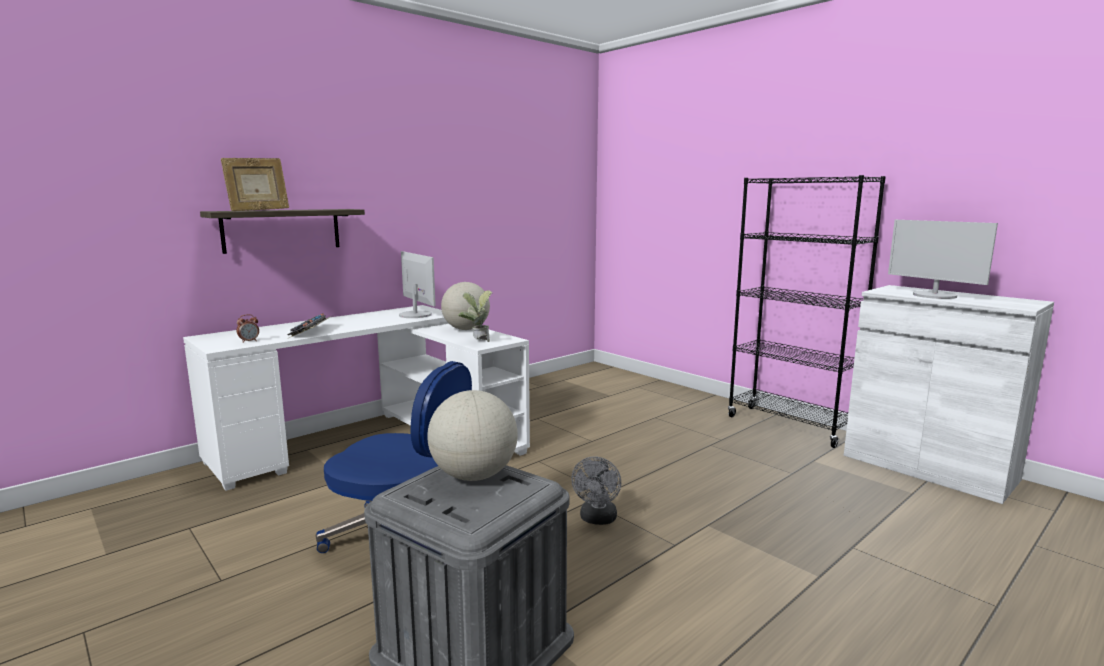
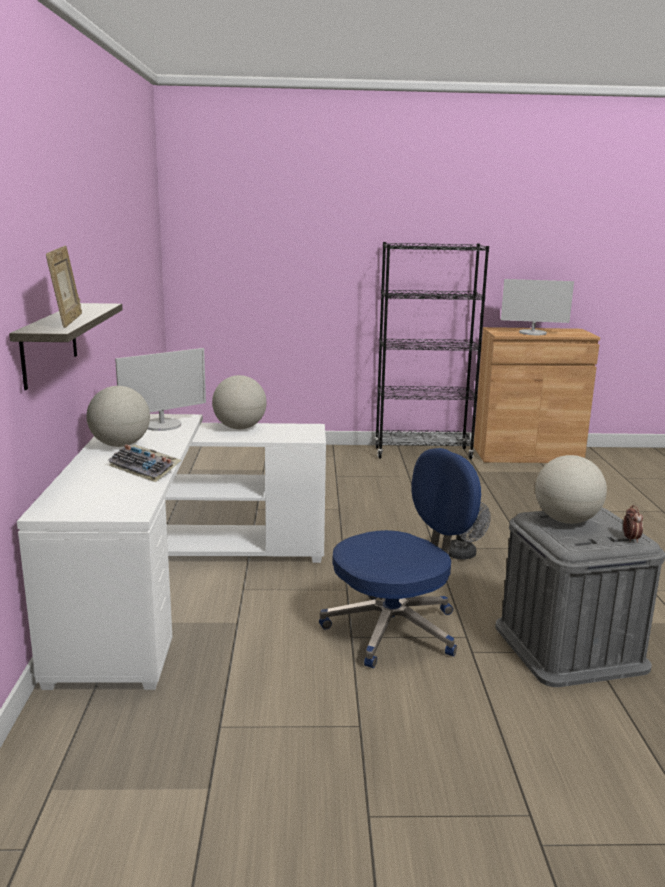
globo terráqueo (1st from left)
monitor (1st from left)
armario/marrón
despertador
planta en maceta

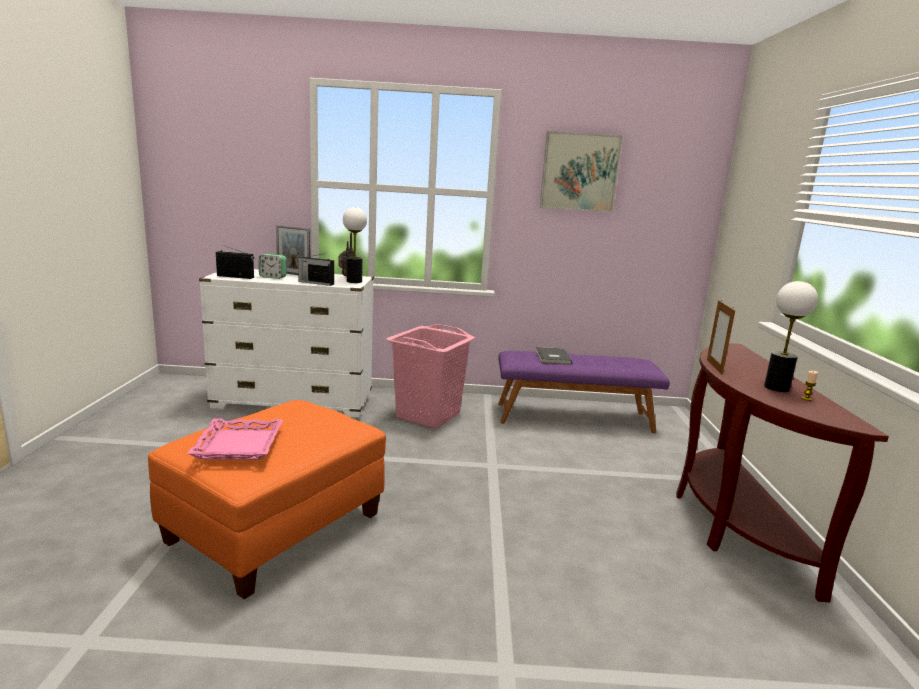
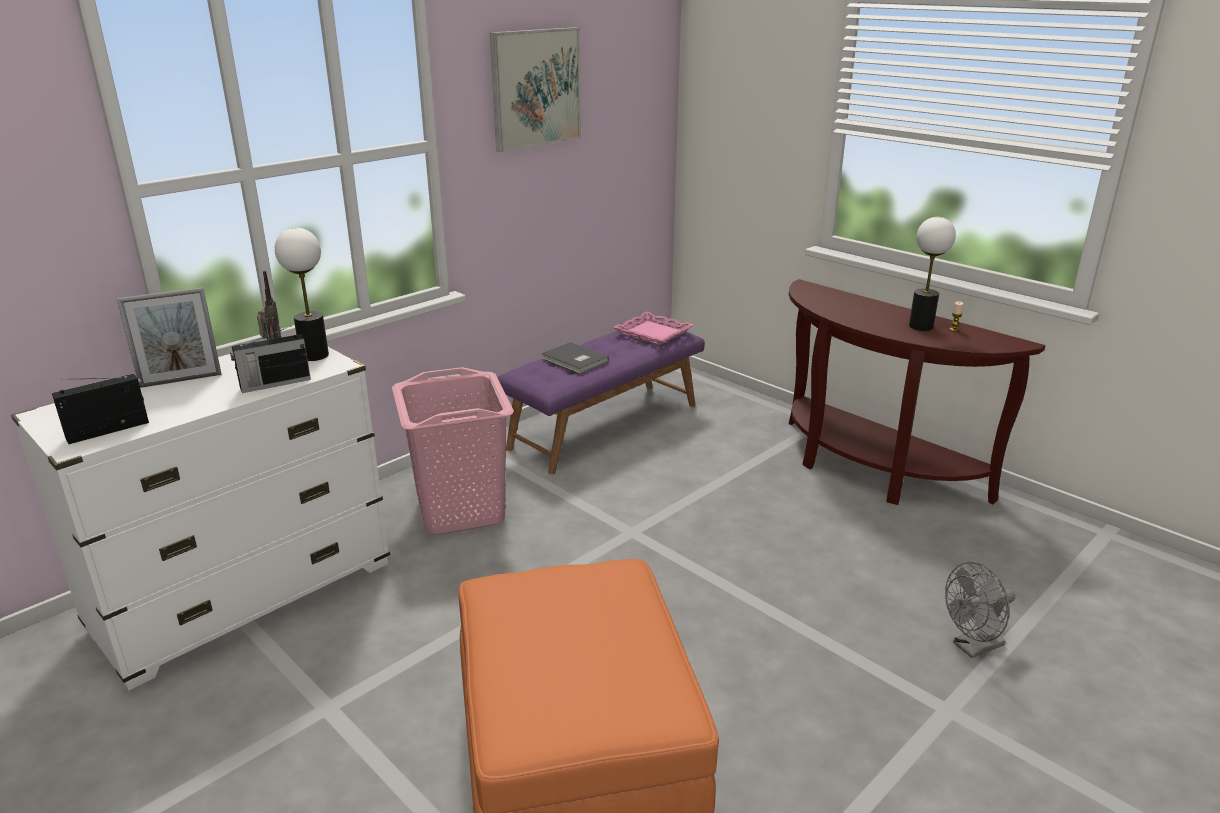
bandeja/rosa
ventilador/gris
despertador
portarretratos (2nd from left in the first image)

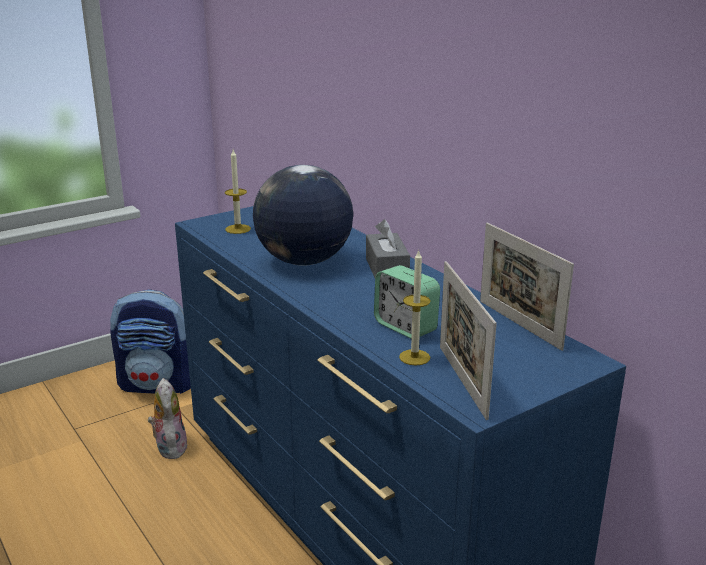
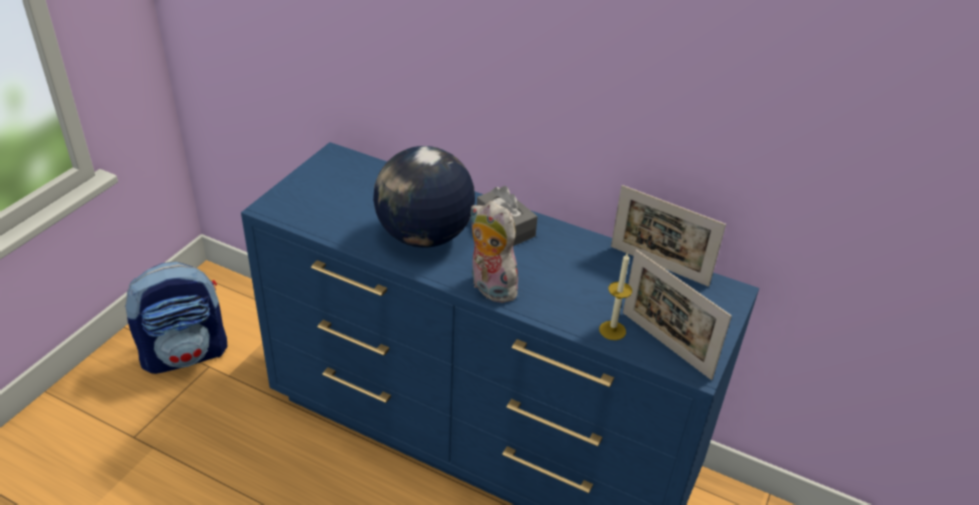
peluche
vela (1st from left in the first image)
despertador

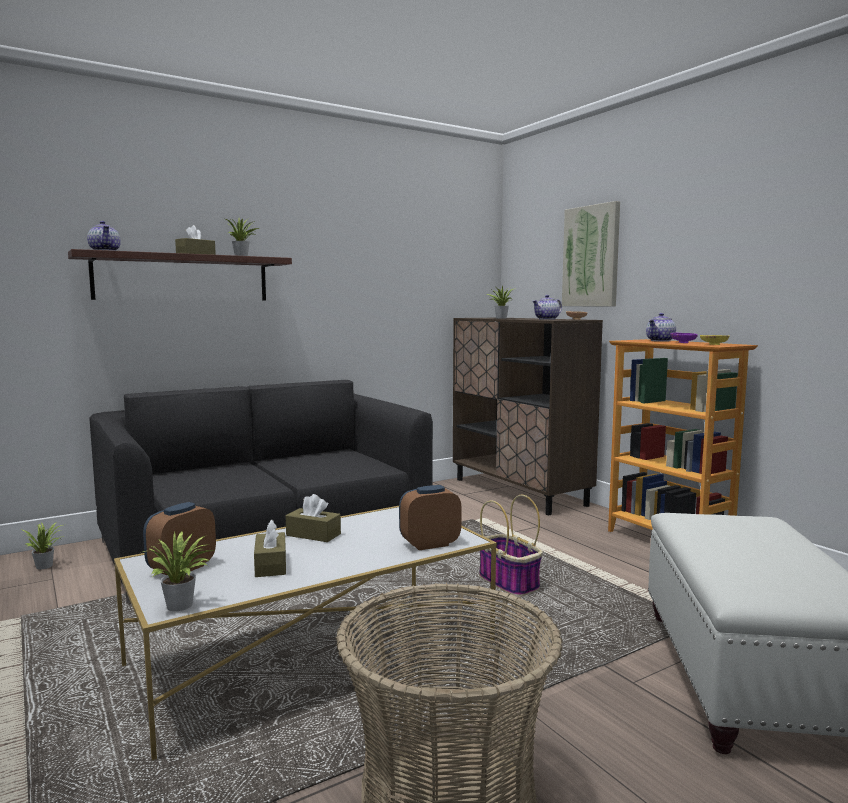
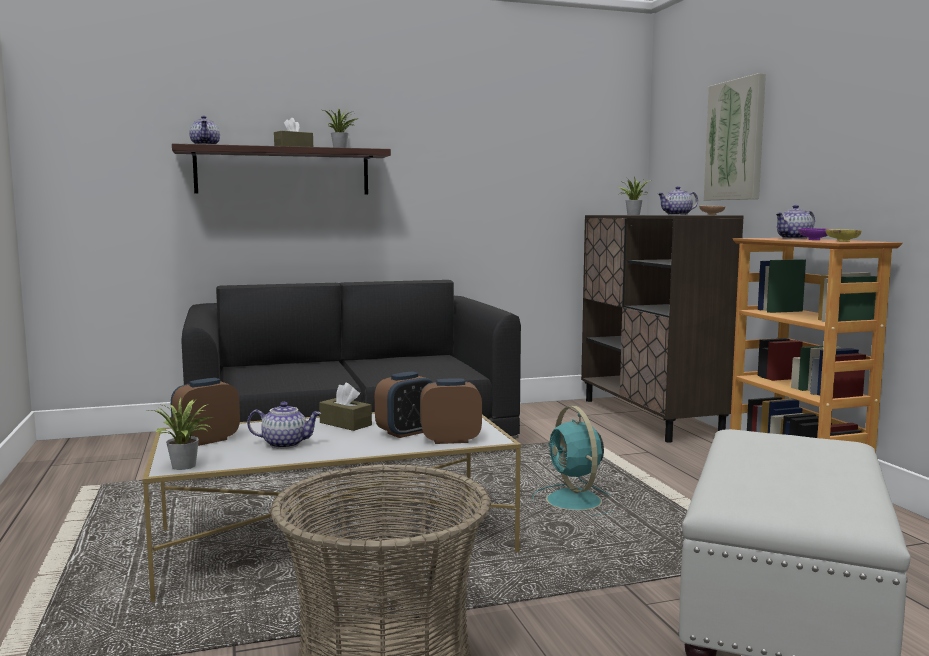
tetera (2nd from left)
despertador (2nd from left)
ventilador/turquesa
planta en maceta (1st from left in the first image)

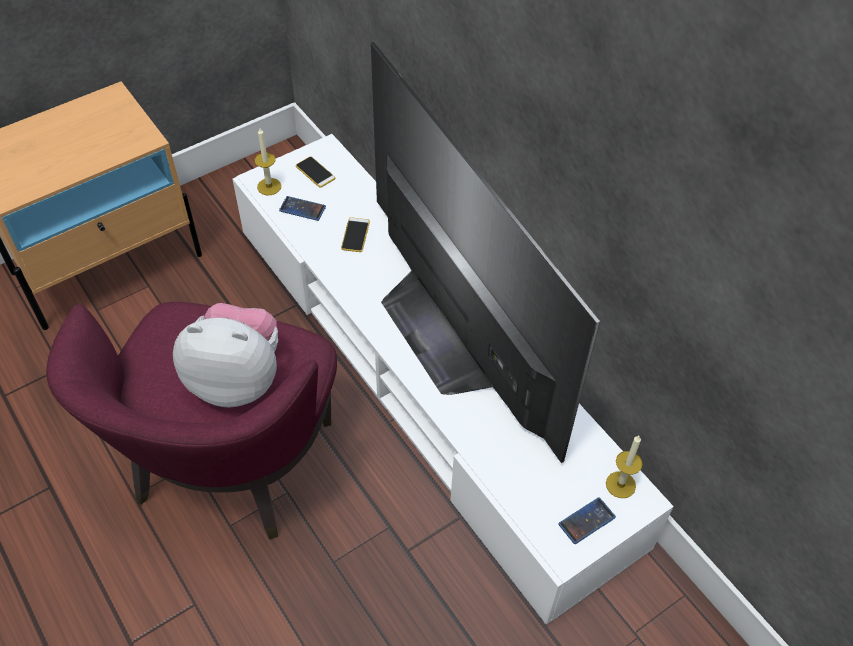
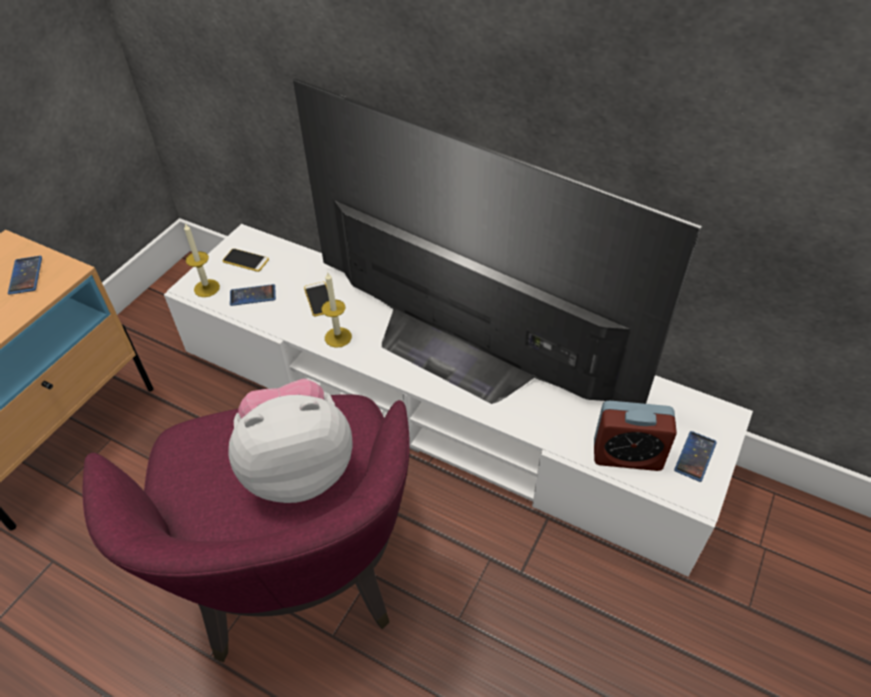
móvil (1st from left)
vela (2nd from left)
despertador

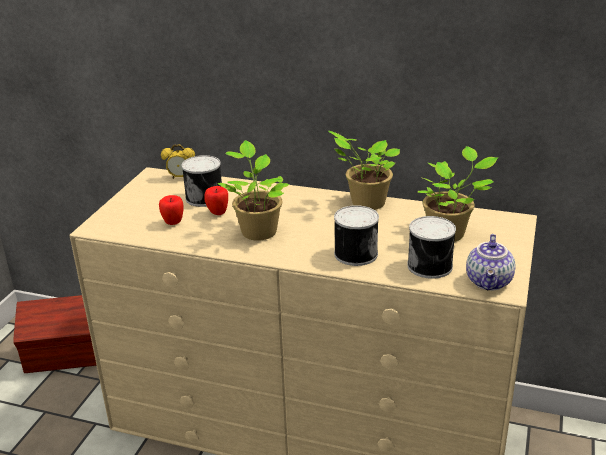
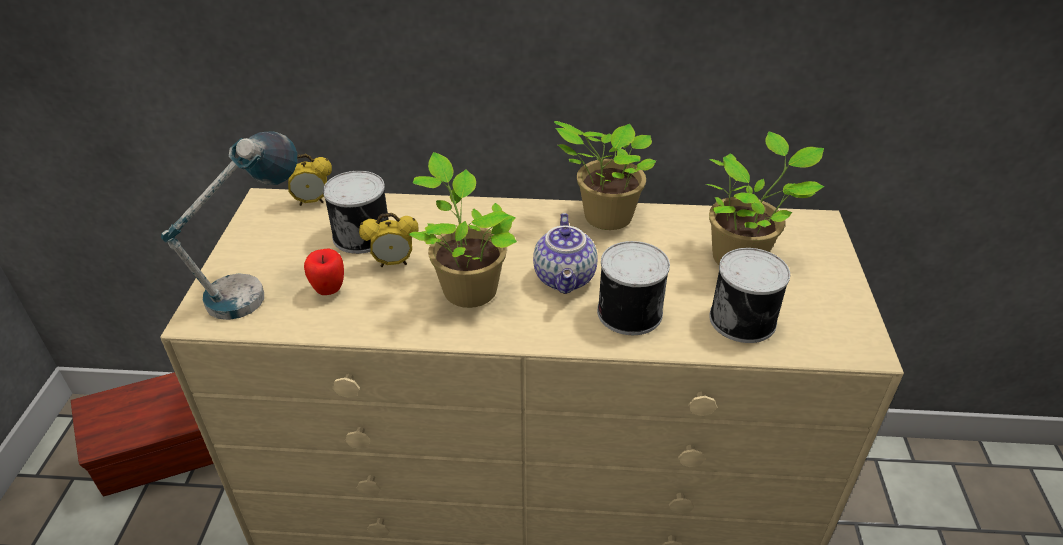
lámpara de mesa
despertador (2nd from left)
tetera

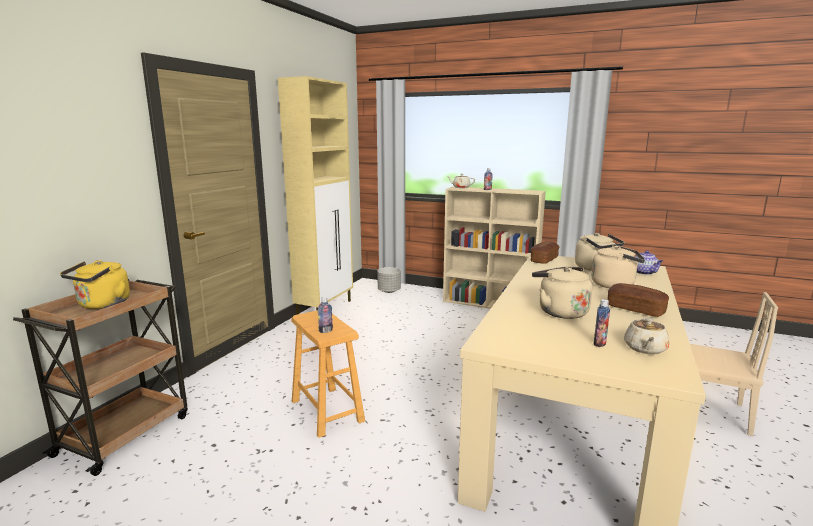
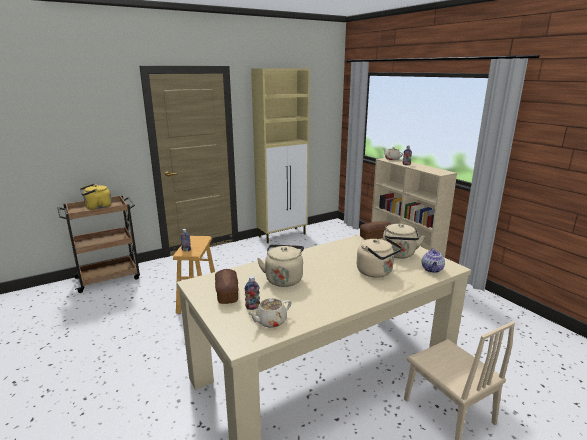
pan (1st from left)
maceta/gris

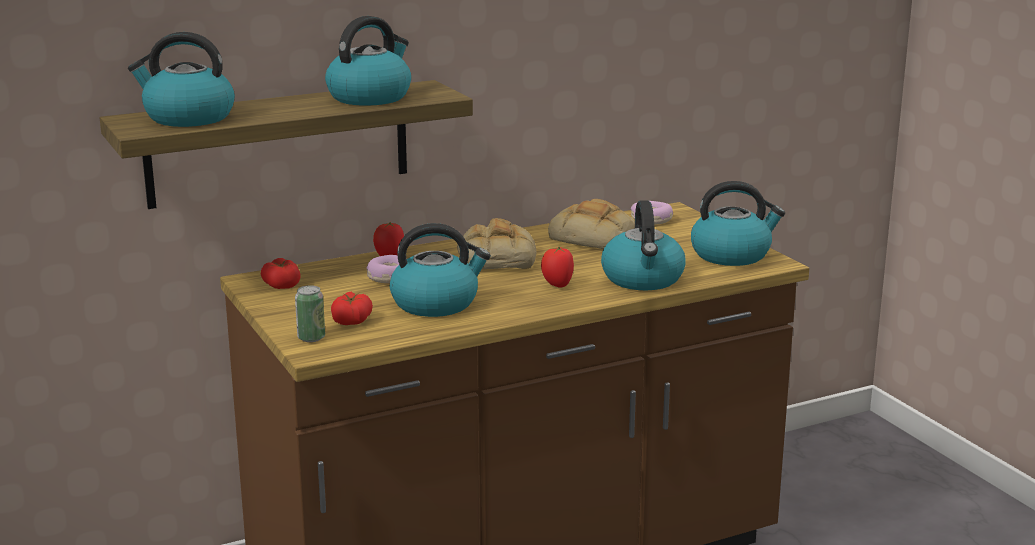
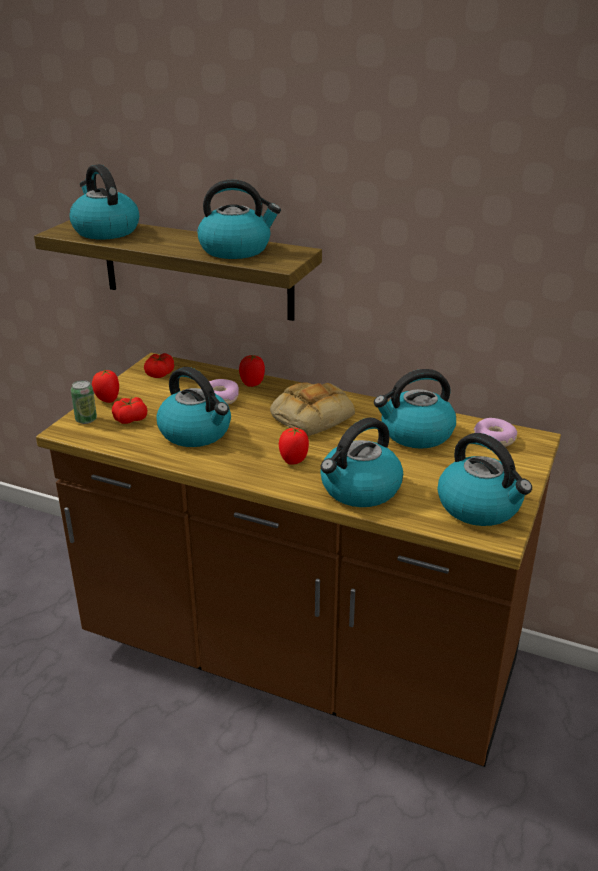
tomate (1st from left)
hervidor (5th from left)

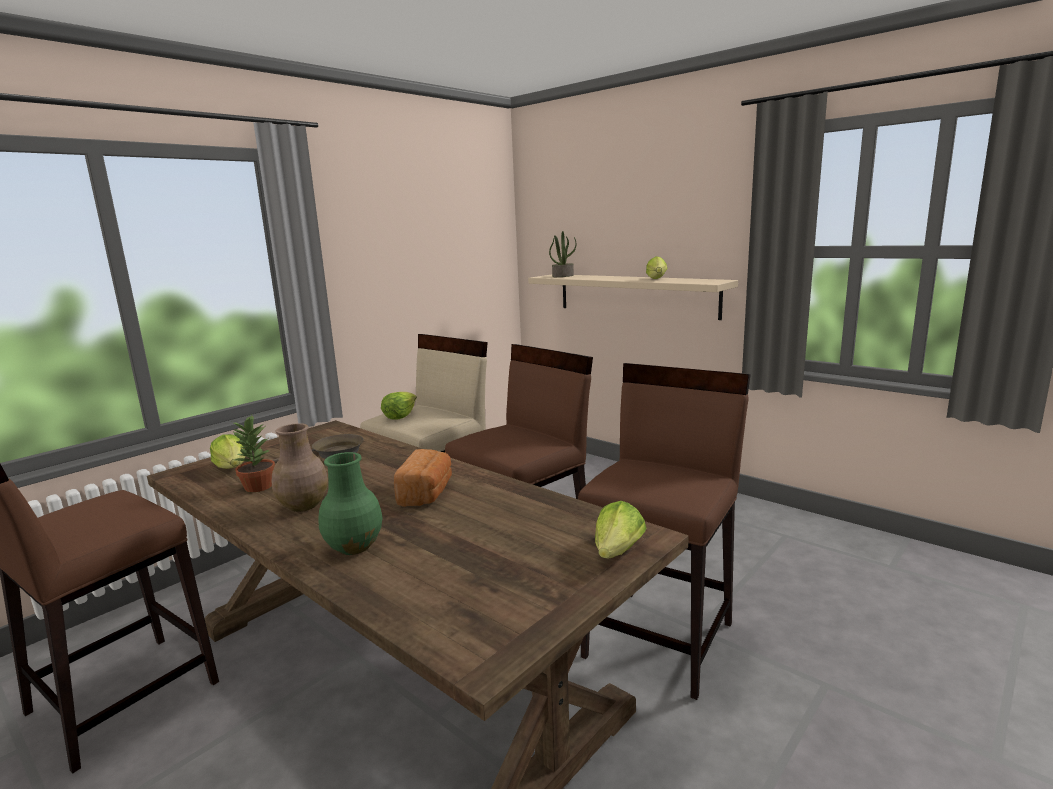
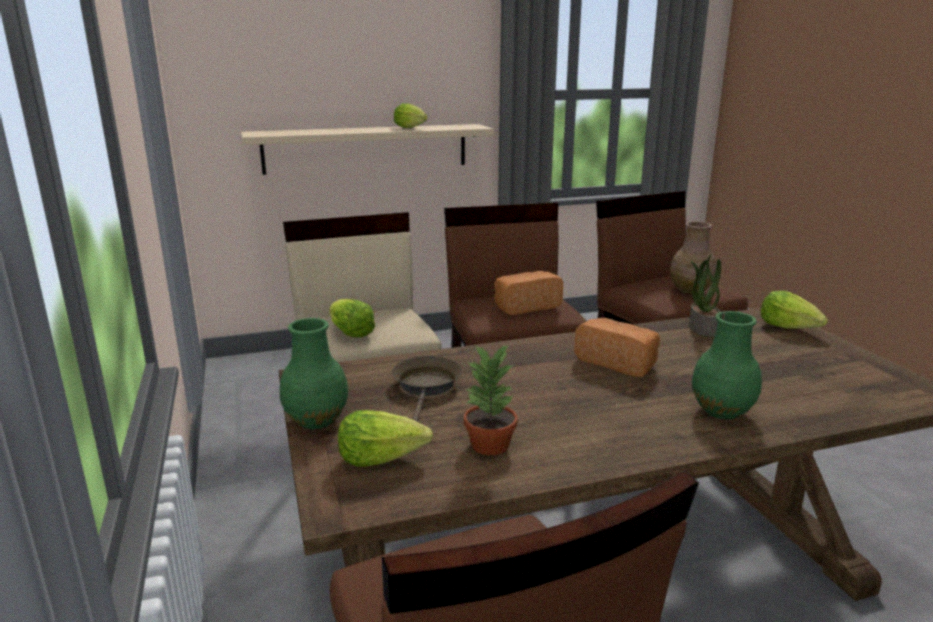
florero/verde (1st from left)
pan (1st from left)
florero/marrón
planta en maceta (2nd from left)

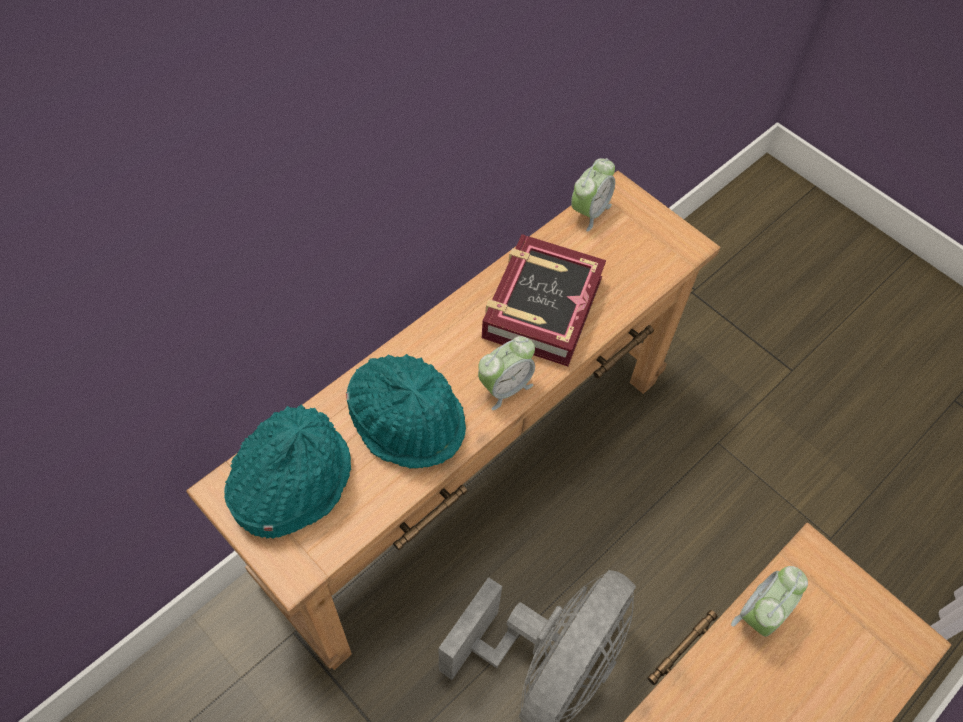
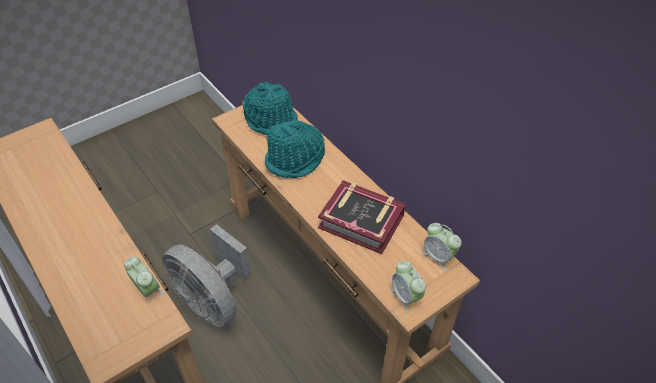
despertador (2nd from left)

